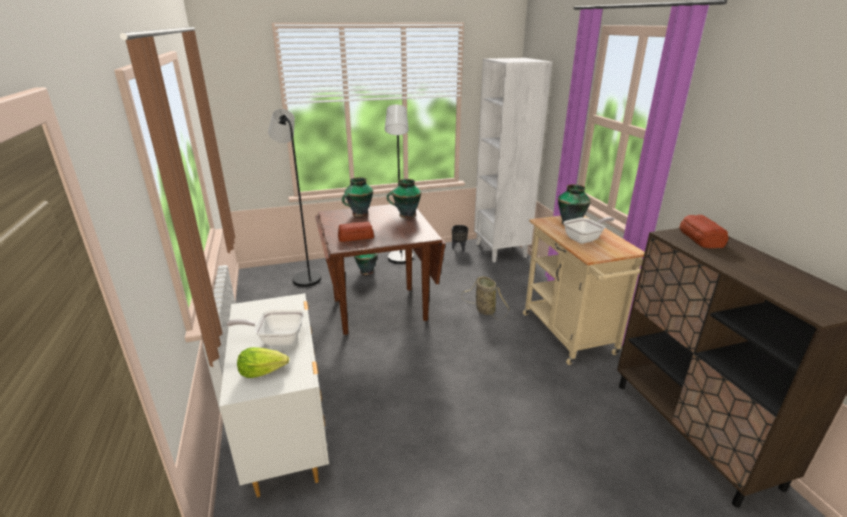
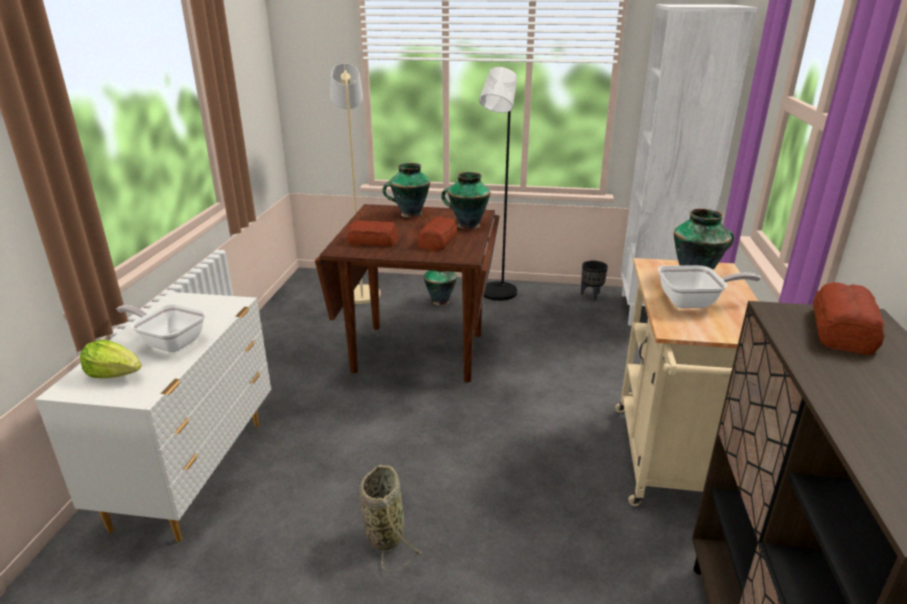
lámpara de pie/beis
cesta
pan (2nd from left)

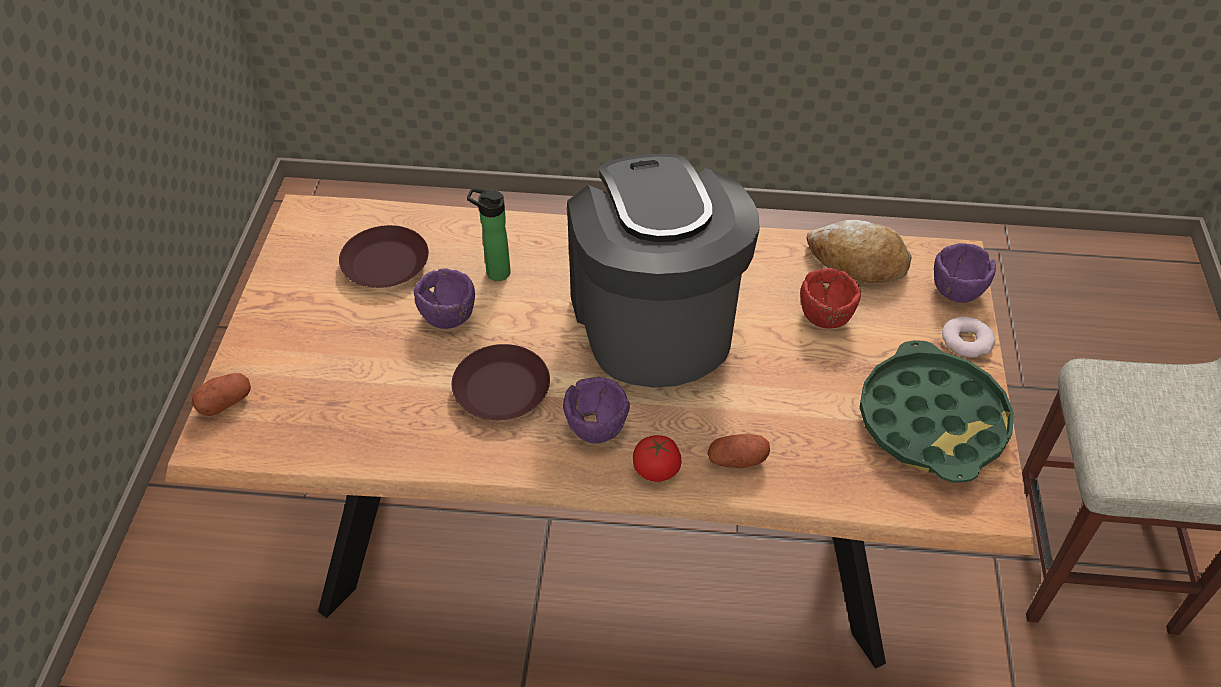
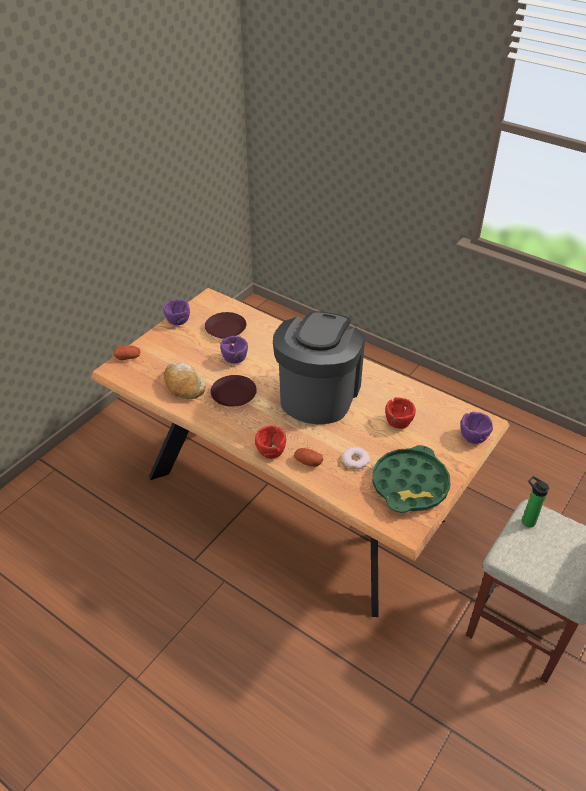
cuenco/morado (1st from left)
pan
cuenco/rojo (1st from left)
rosquilla
botella

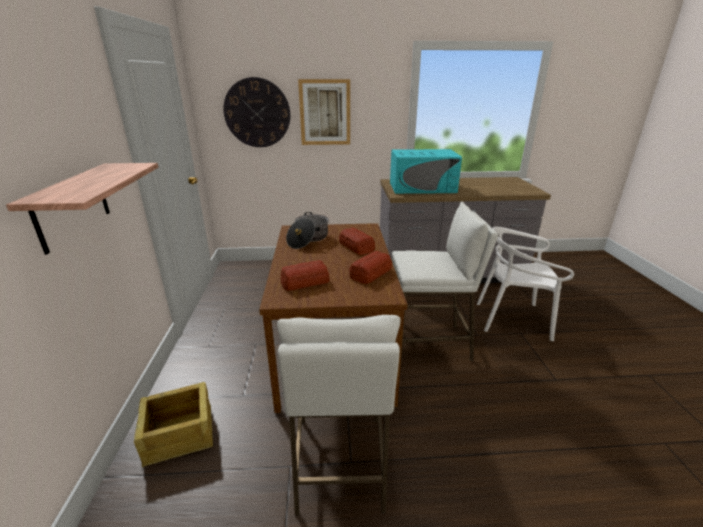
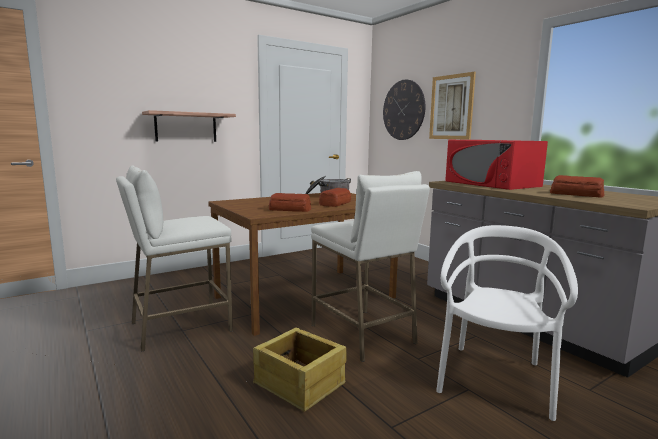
caja de embalaje
silla/blanco
microondas/rojo
pan (3rd from left)

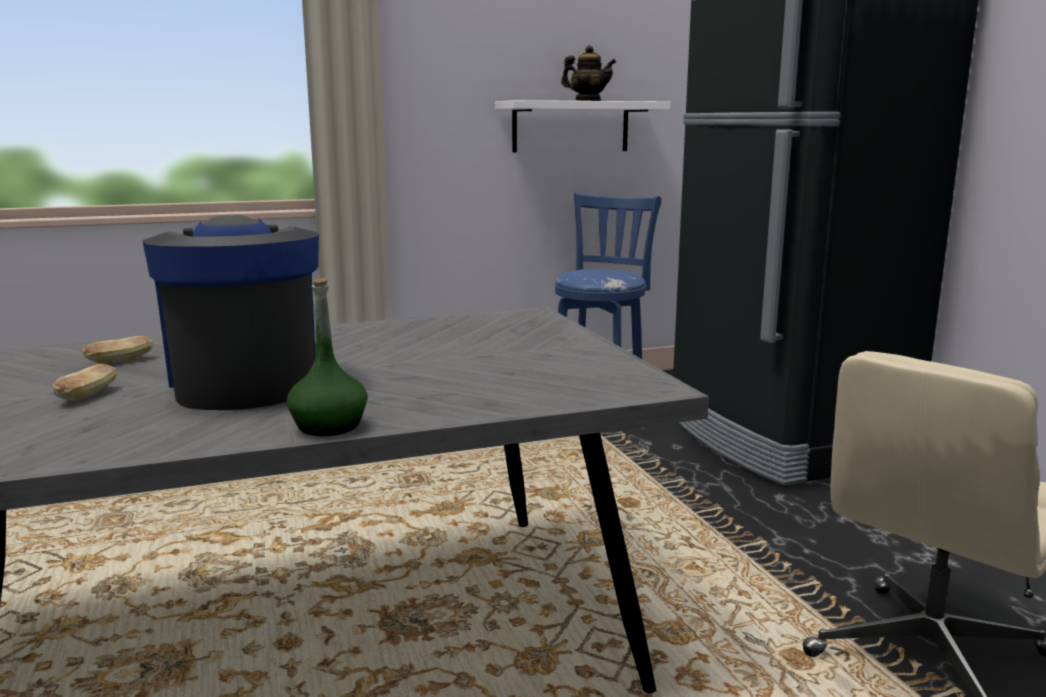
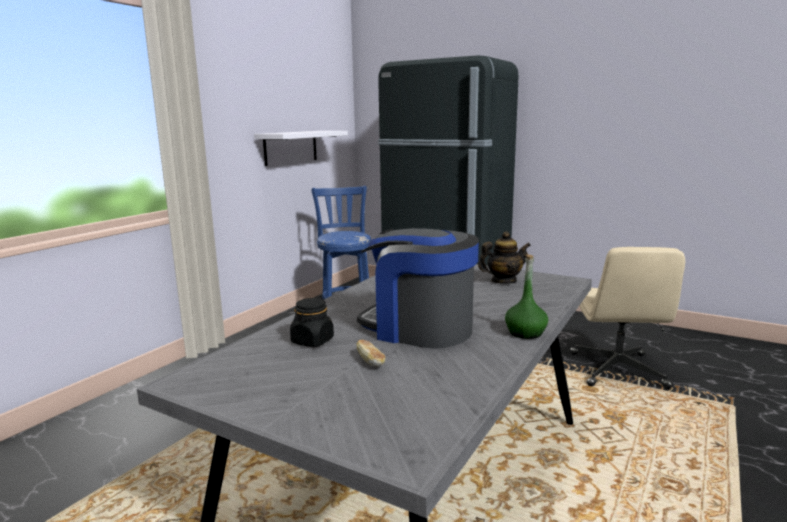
tarro/negro
tetera

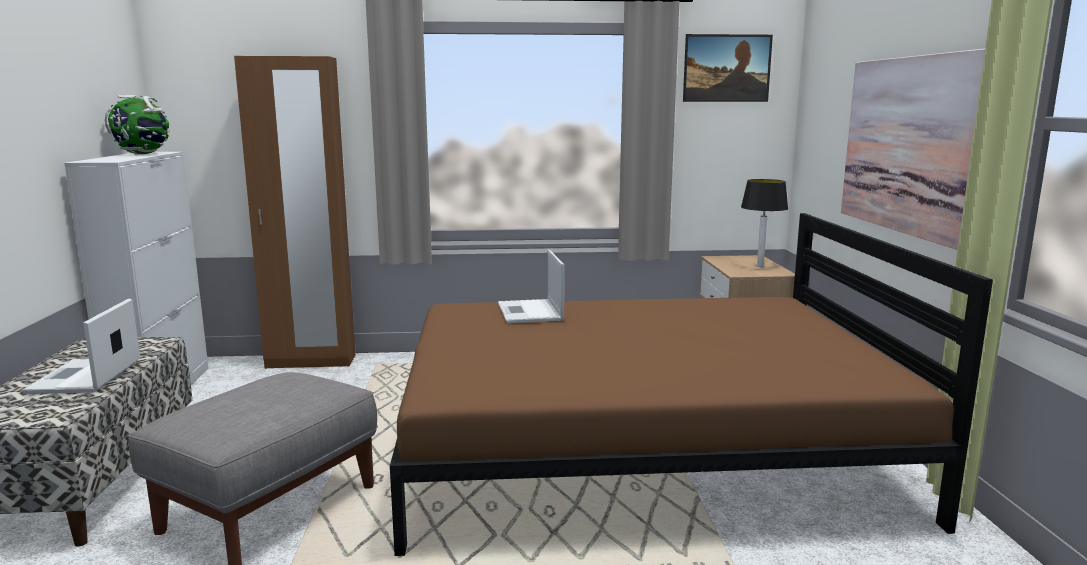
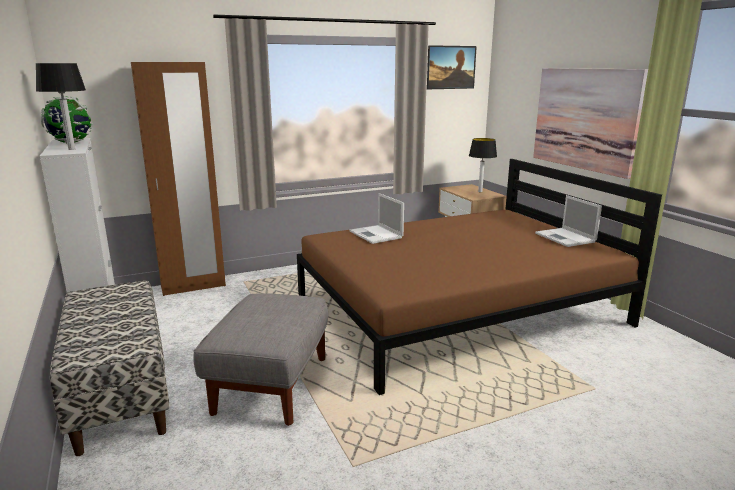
lámpara de mesa (1st from left)
portátil (2nd from left)

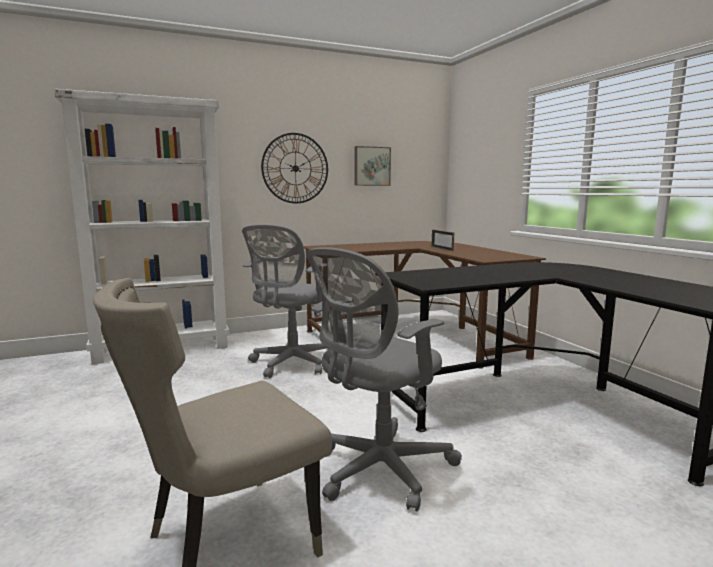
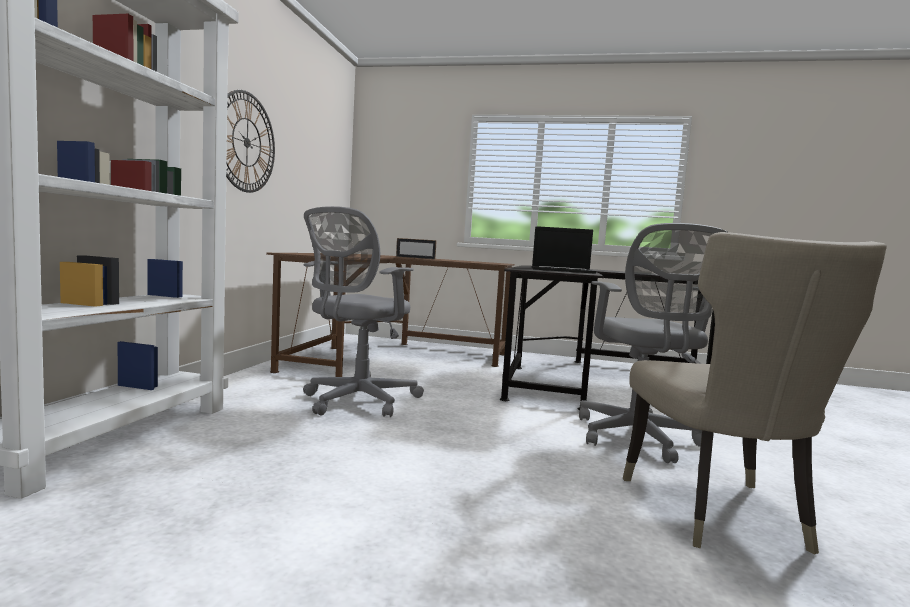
silla de oficina/gris (1st from left)
portátil
cuadro

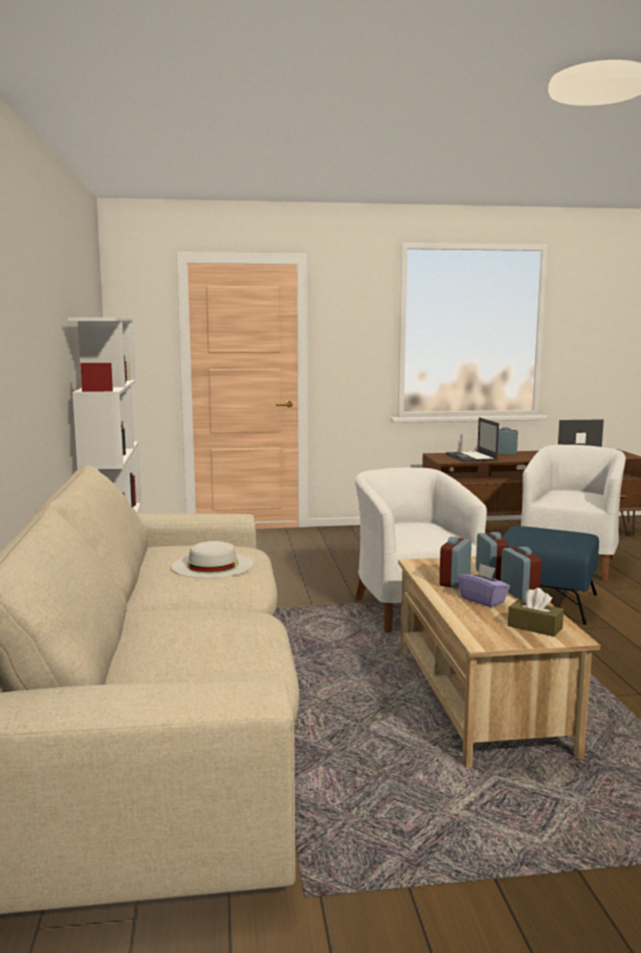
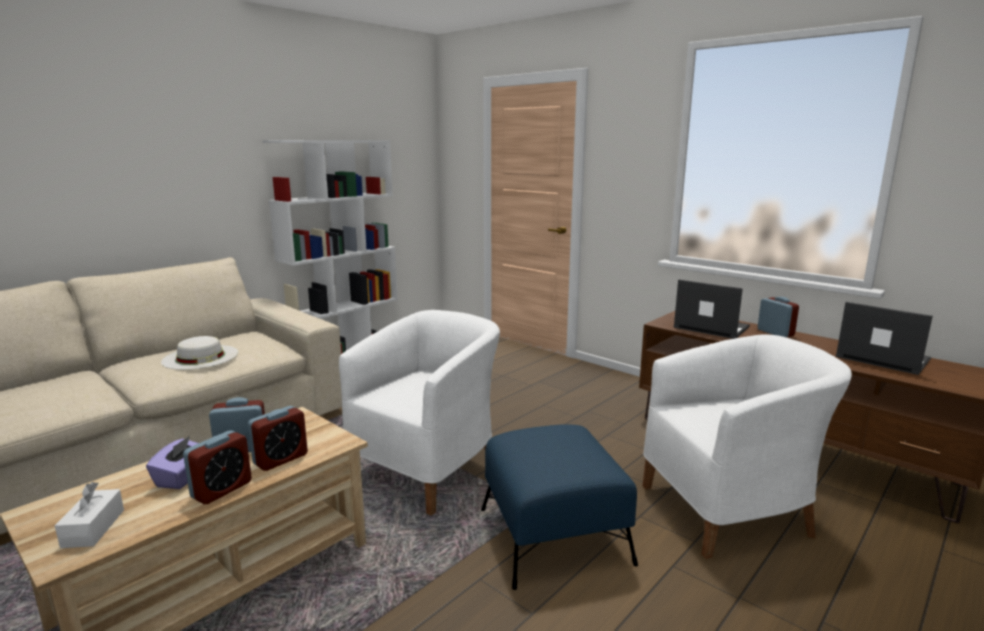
caja de pañuelos/blanco
portátil (1st from left)

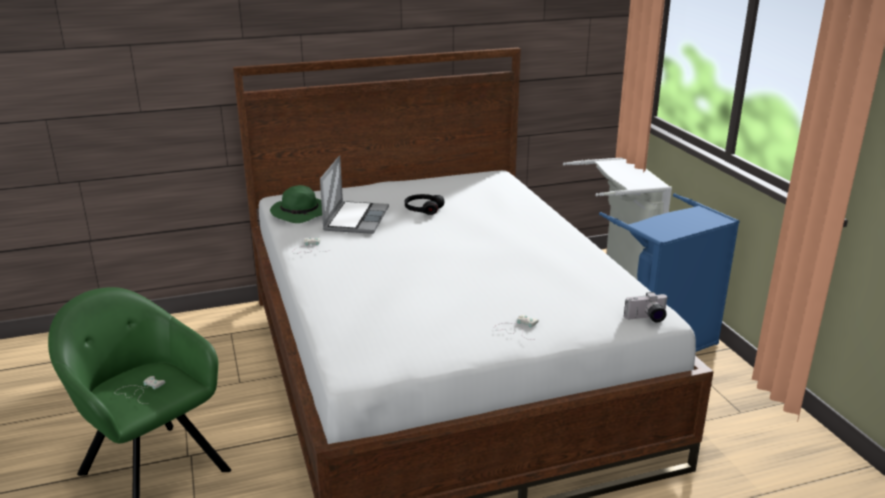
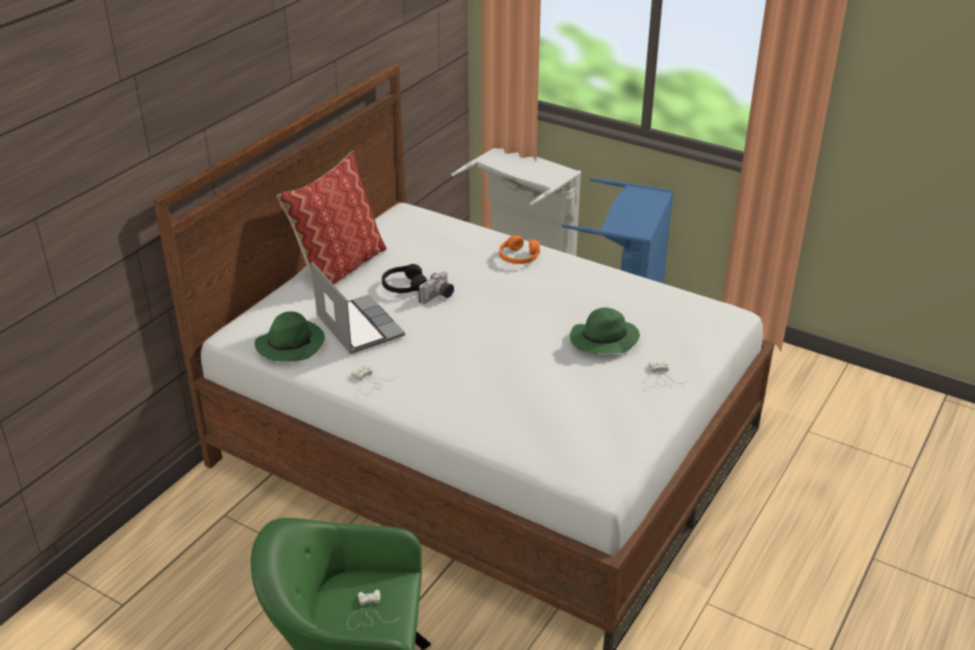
cojín
cámara
auriculares/naranja
sombrero/verde (2nd from left)

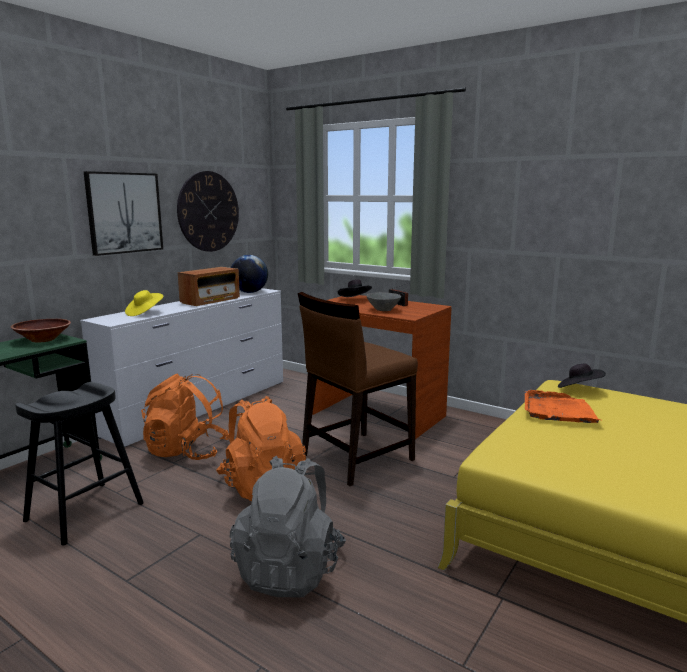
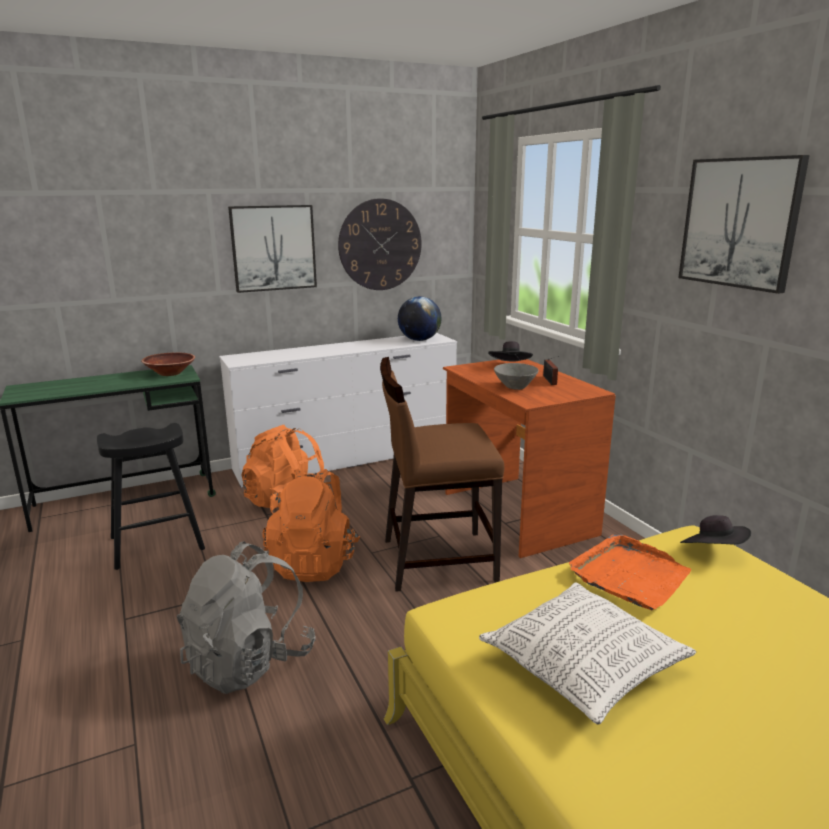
cojín
cuadro (2nd from left)
sombrero/amarillo
radio (1st from left in the first image)

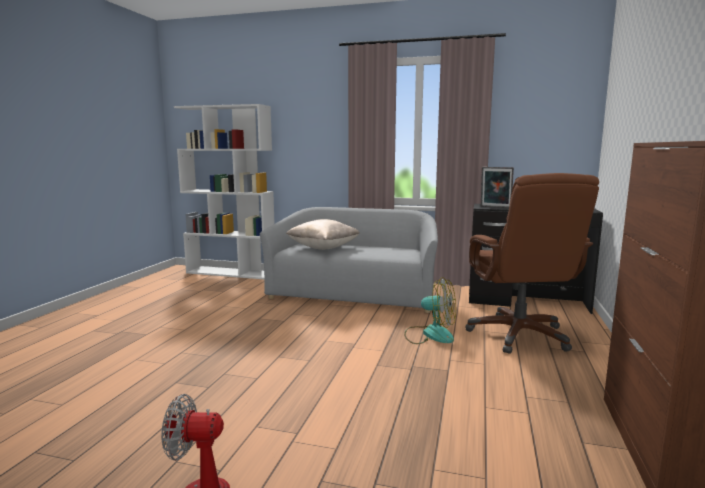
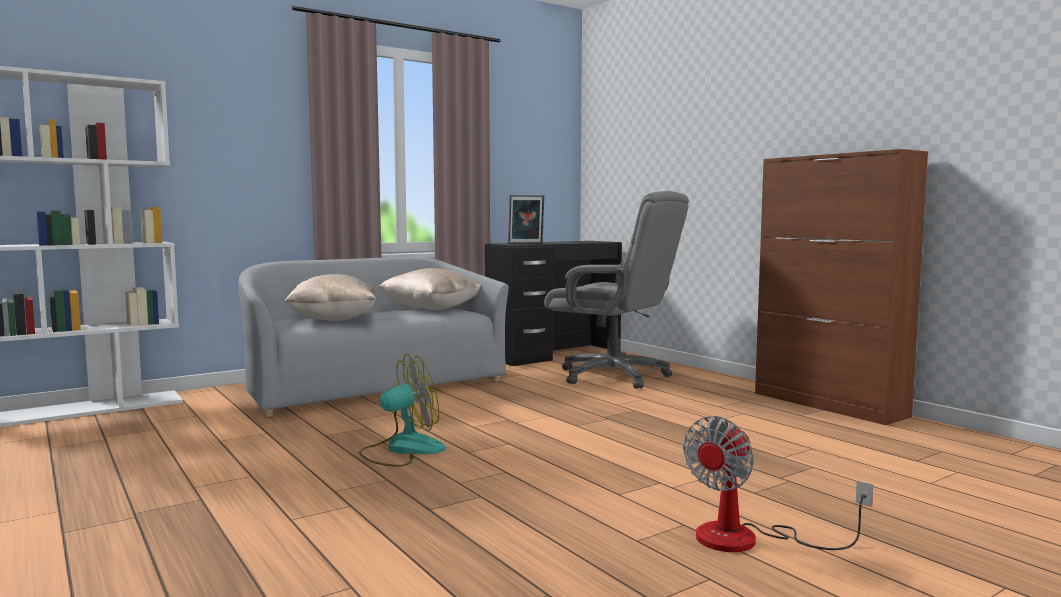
ventilador (1st from left)
cojín/beis (2nd from left)
silla de oficina/gris

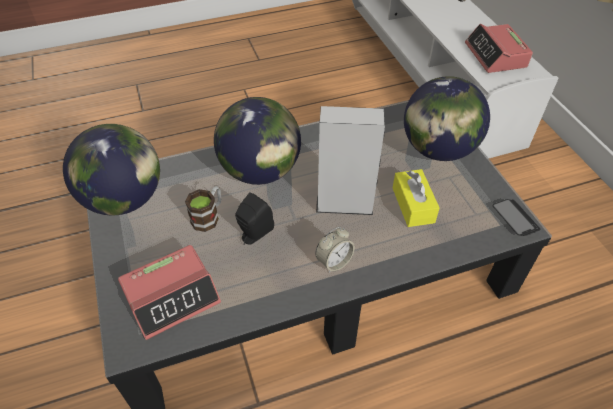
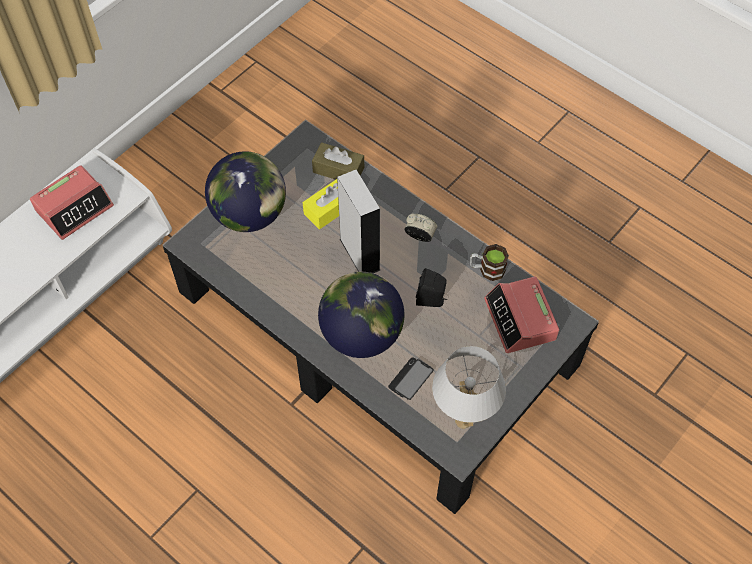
caja de pañuelos/marrón
móvil
lámpara de mesa/blanco
taza grande
despertador (3rd from left)

